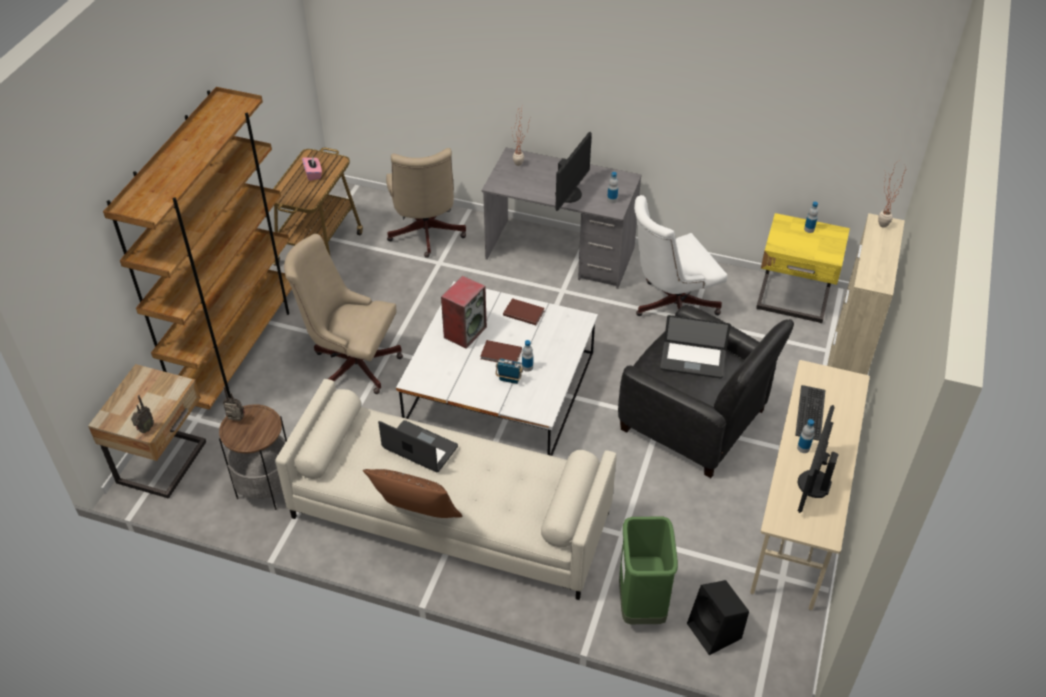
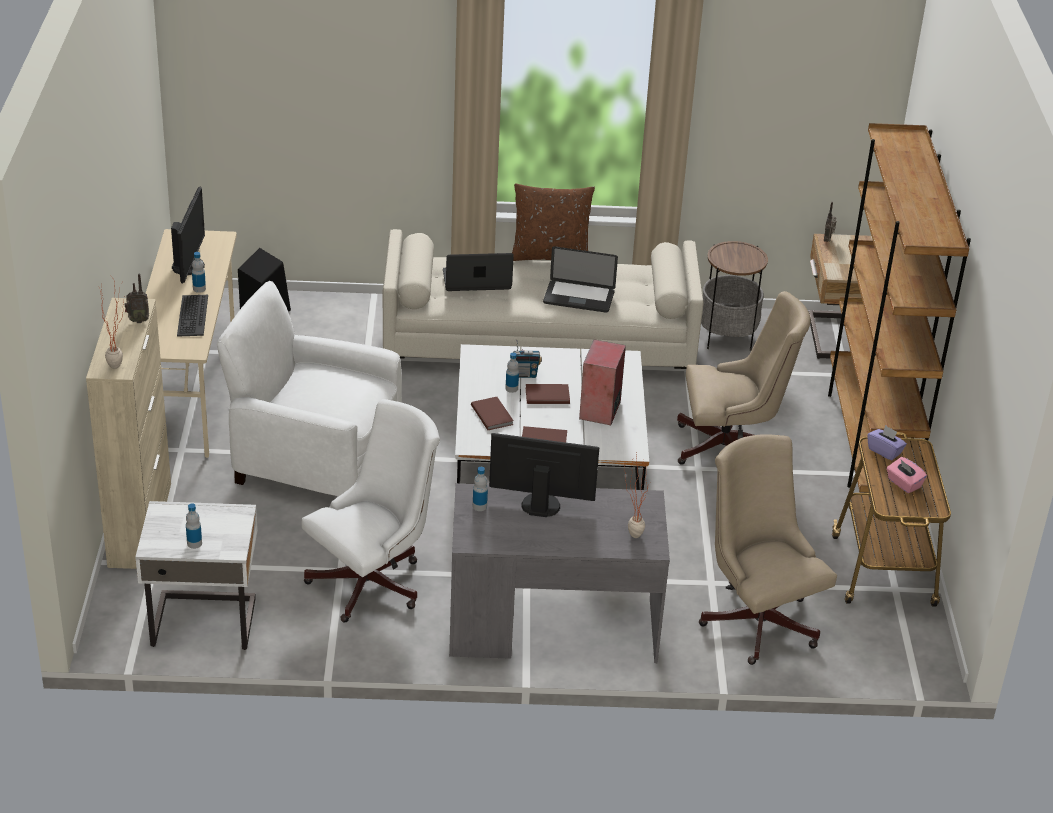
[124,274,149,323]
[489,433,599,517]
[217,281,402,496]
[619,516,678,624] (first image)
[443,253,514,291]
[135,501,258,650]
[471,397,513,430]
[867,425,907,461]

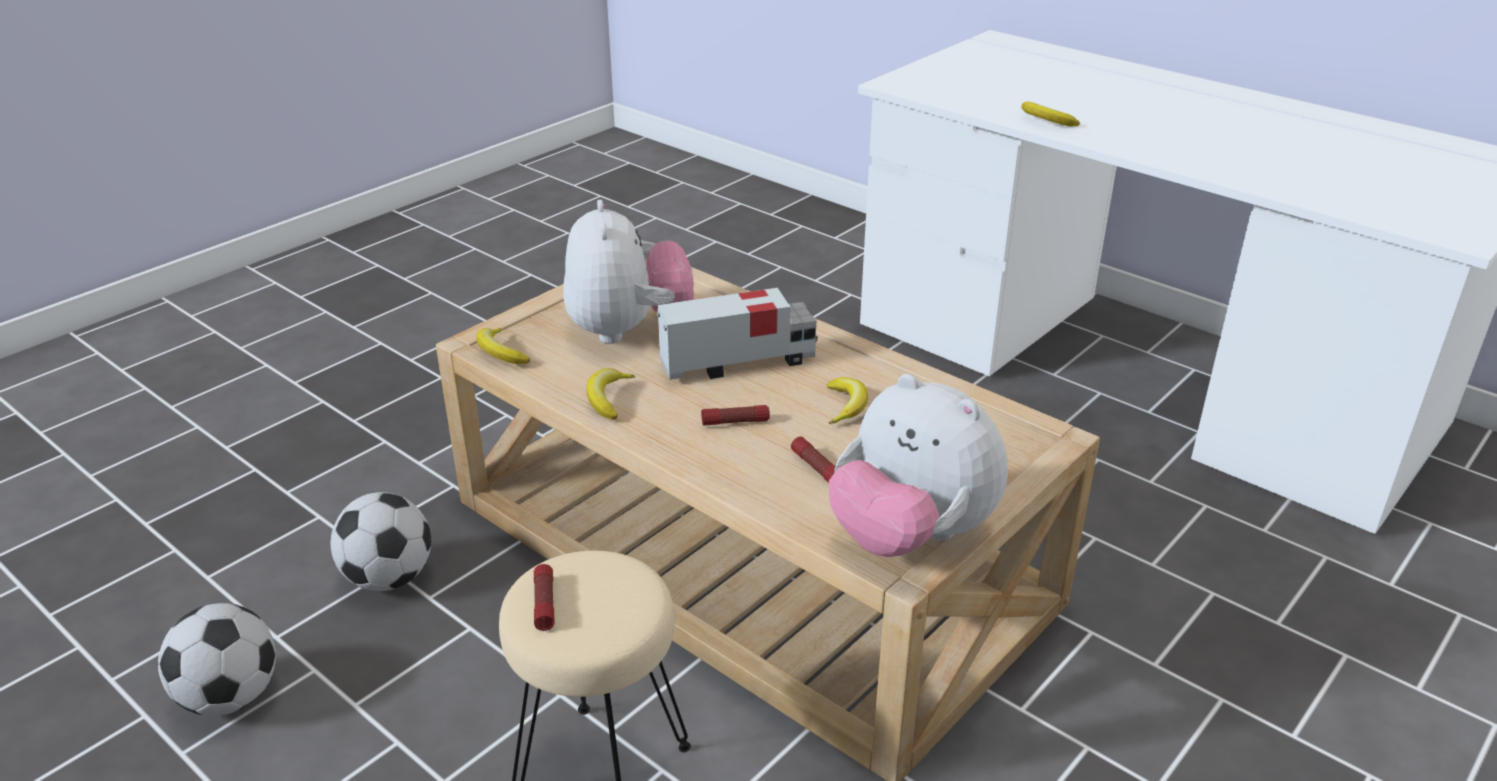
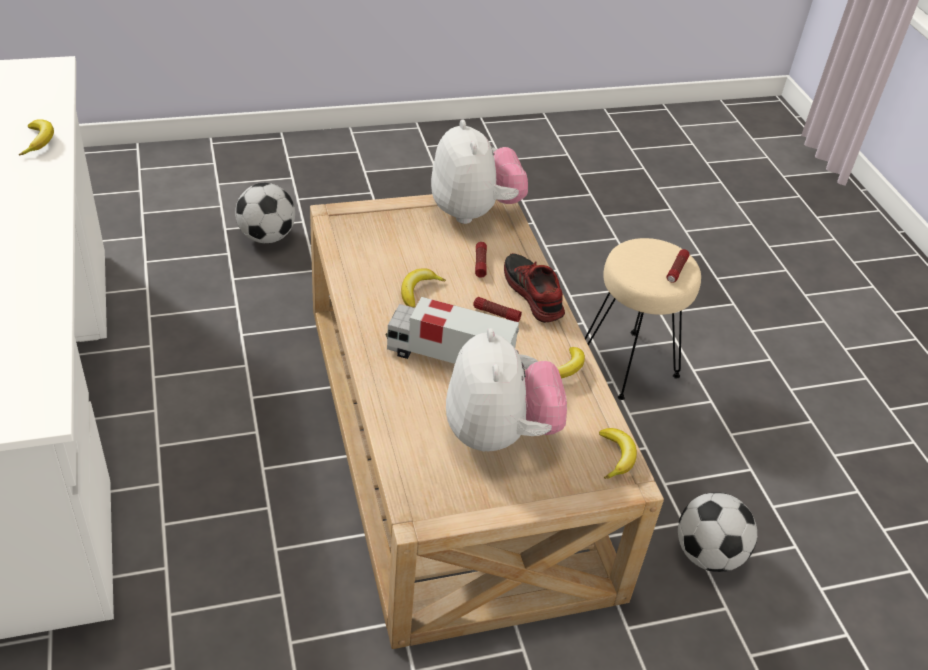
[235,183,295,244]
[446,328,567,451]
[19,119,54,155]
[504,253,565,323]

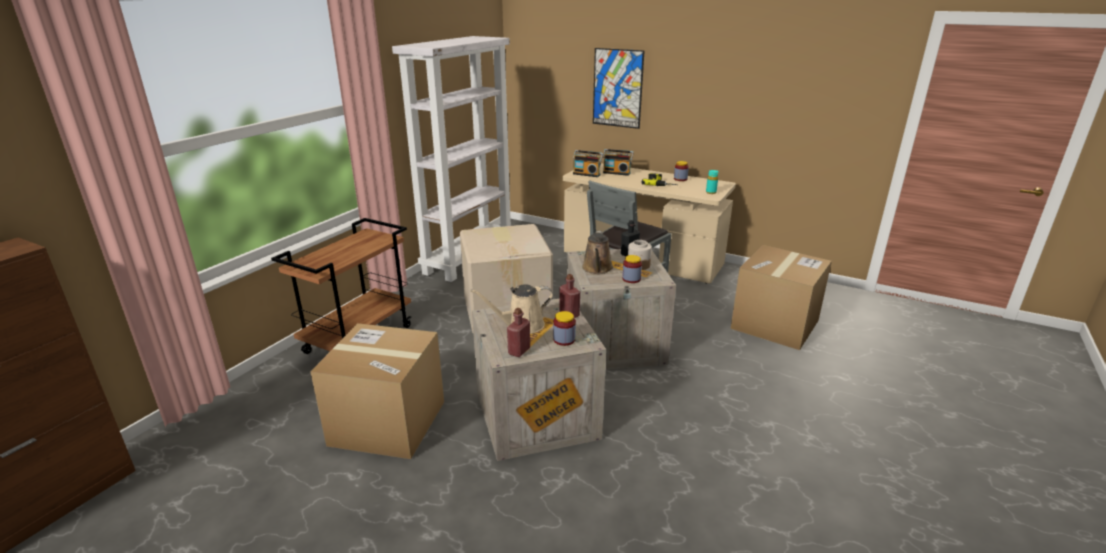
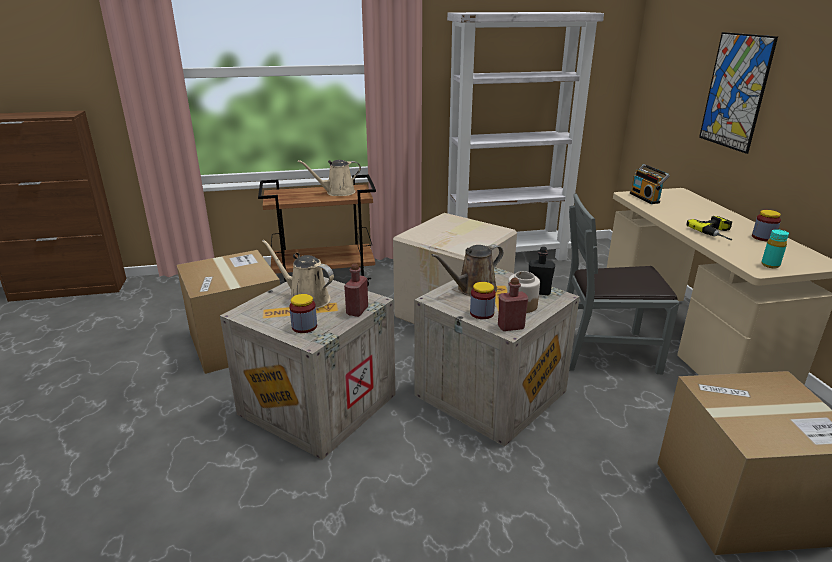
[498,278,528,331]
[603,149,633,176] (first image)
[298,160,361,196]

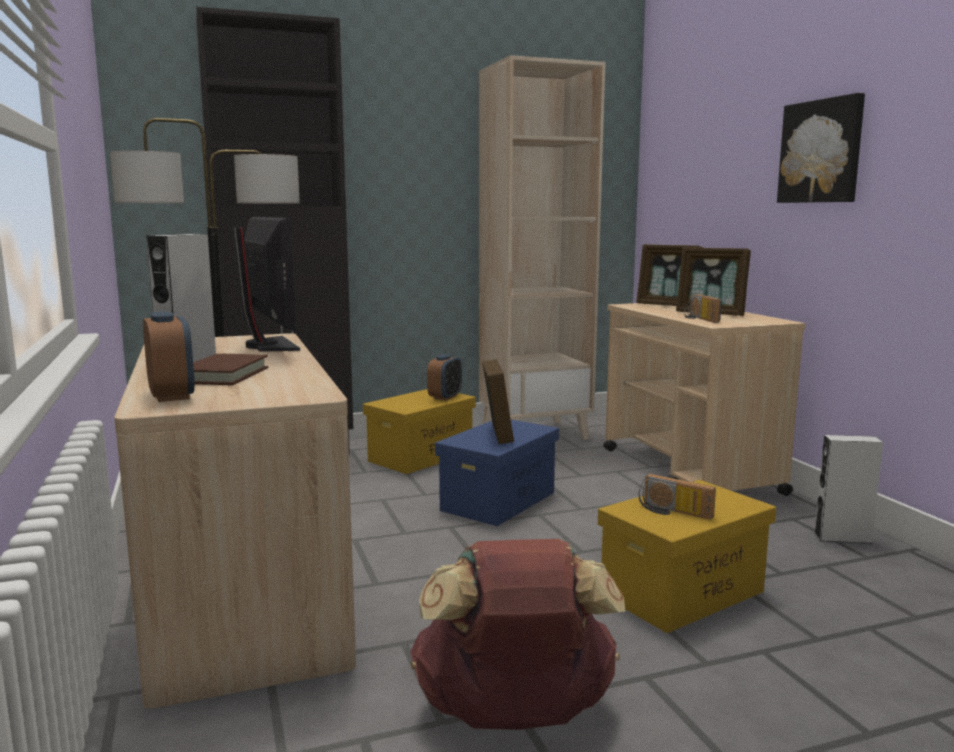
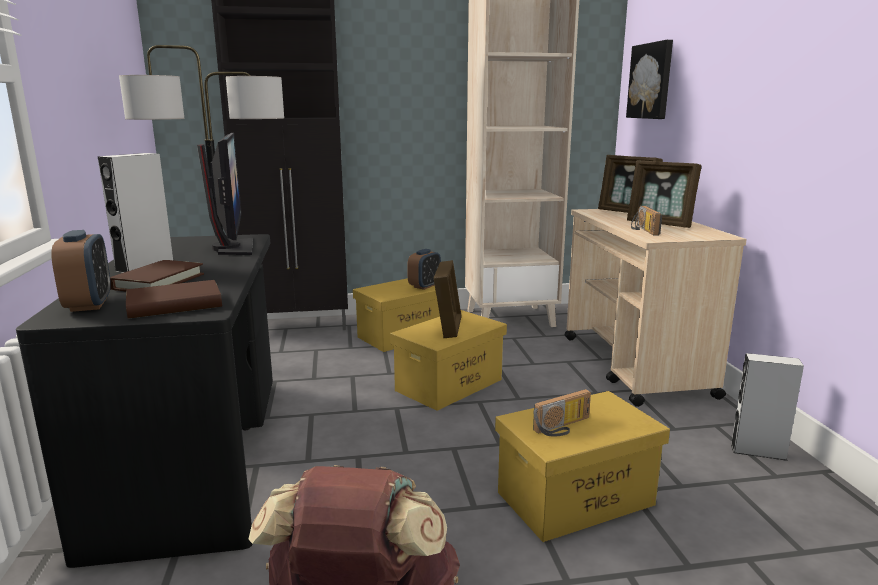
[16,234,273,568]
[390,310,507,411]
[533,389,591,437]
[626,40,673,119]
[126,280,222,318]

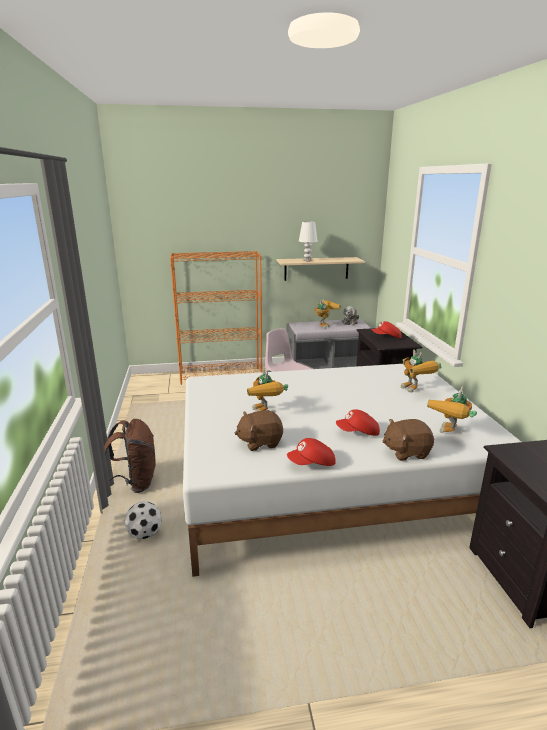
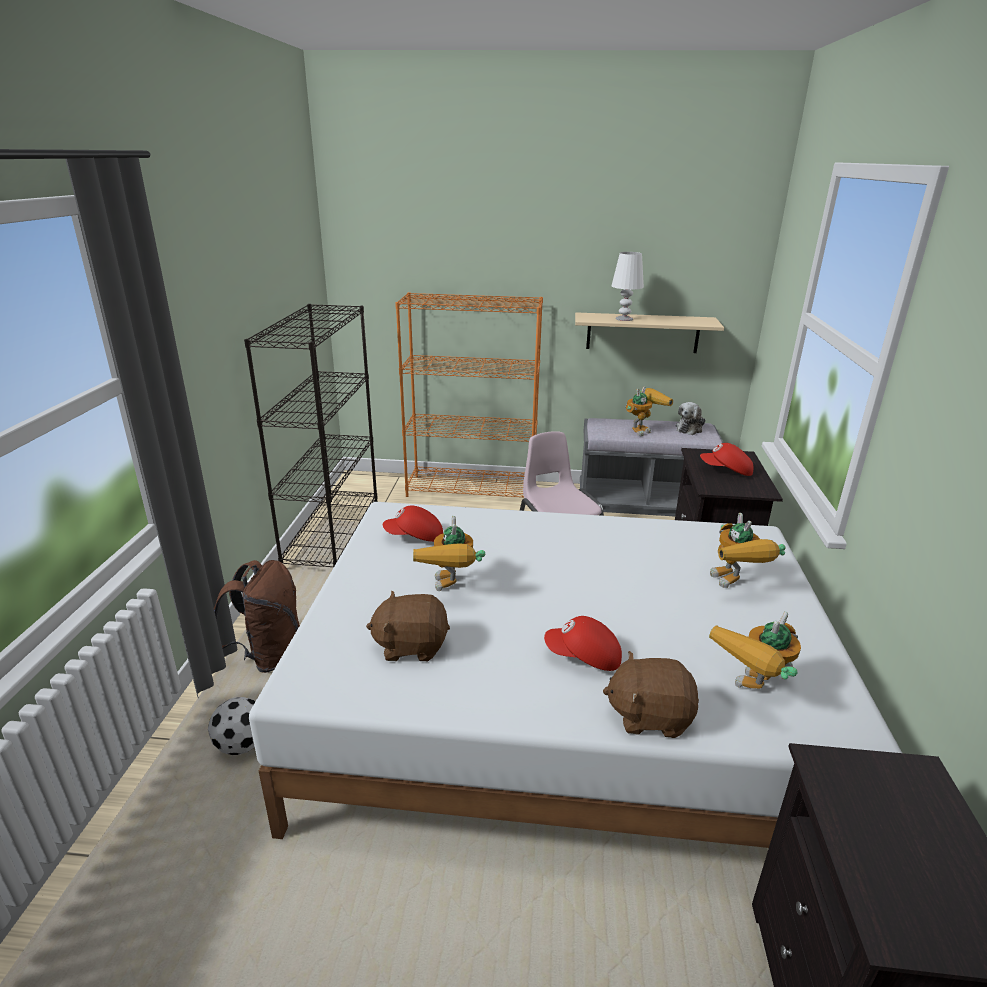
[383,505,443,542]
[244,304,377,568]

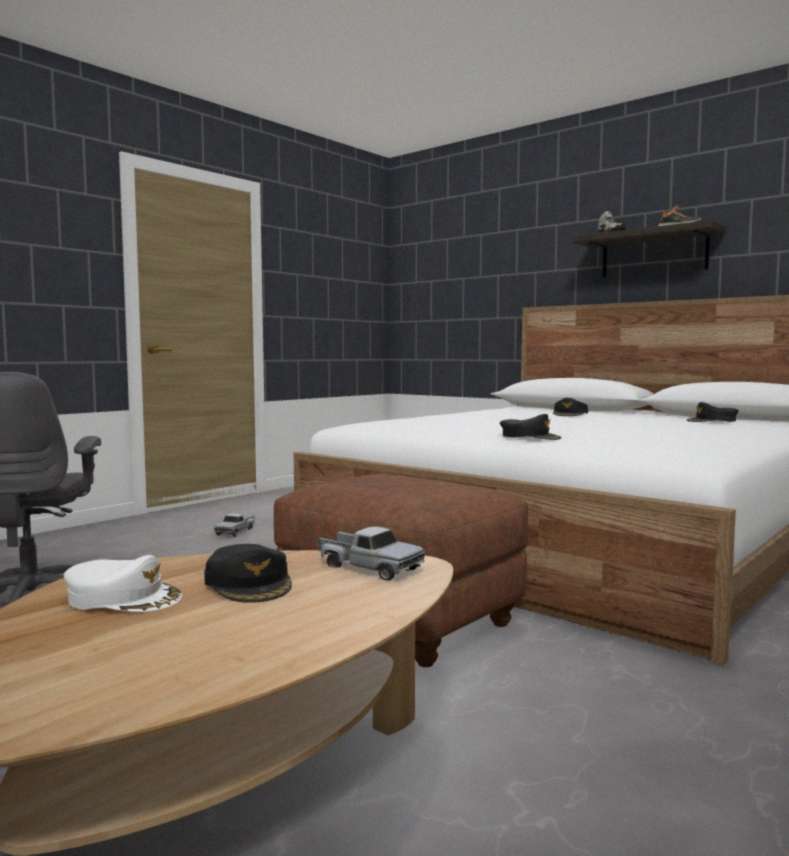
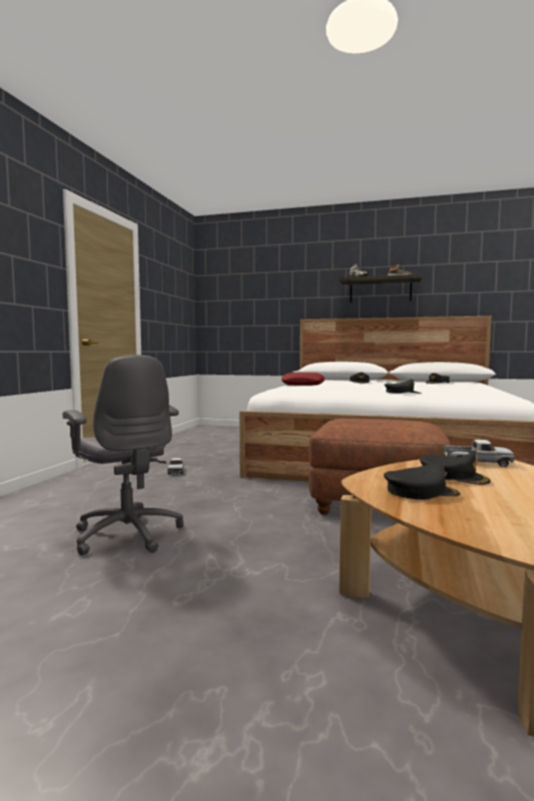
[384,463,460,500]
[282,372,324,386]

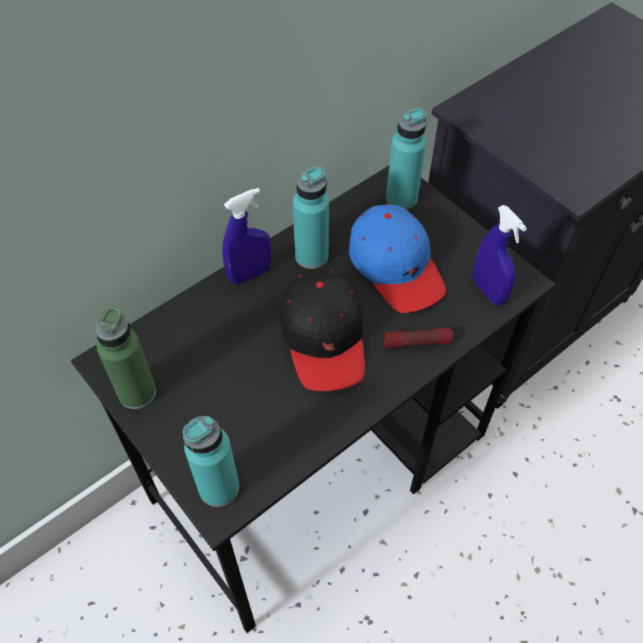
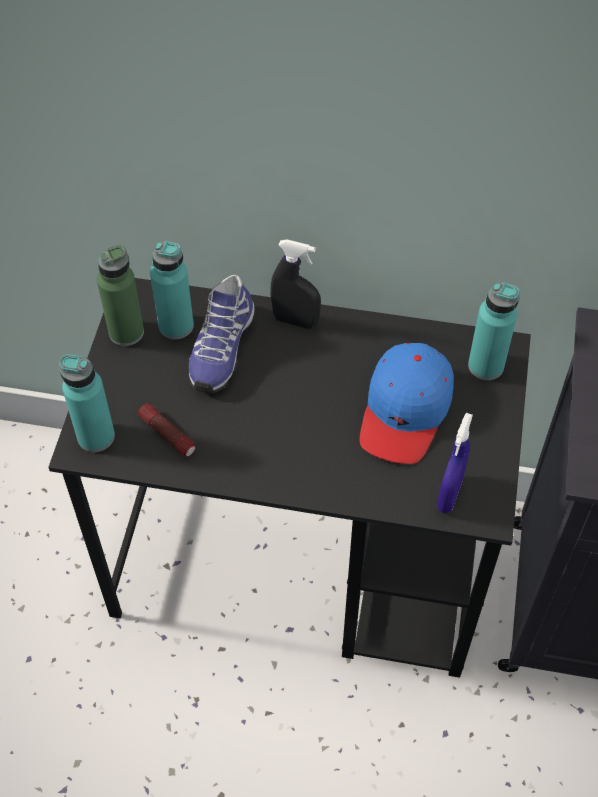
[270,240,321,329]
[280,270,365,391] (first image)
[150,241,194,339]
[138,403,196,457]
[188,274,255,393]

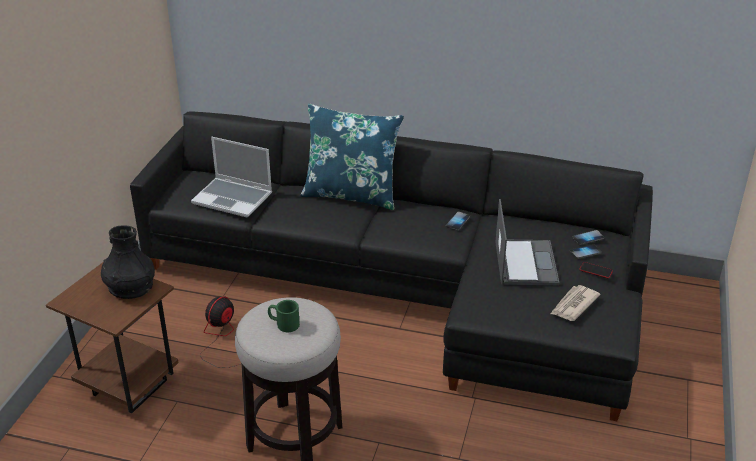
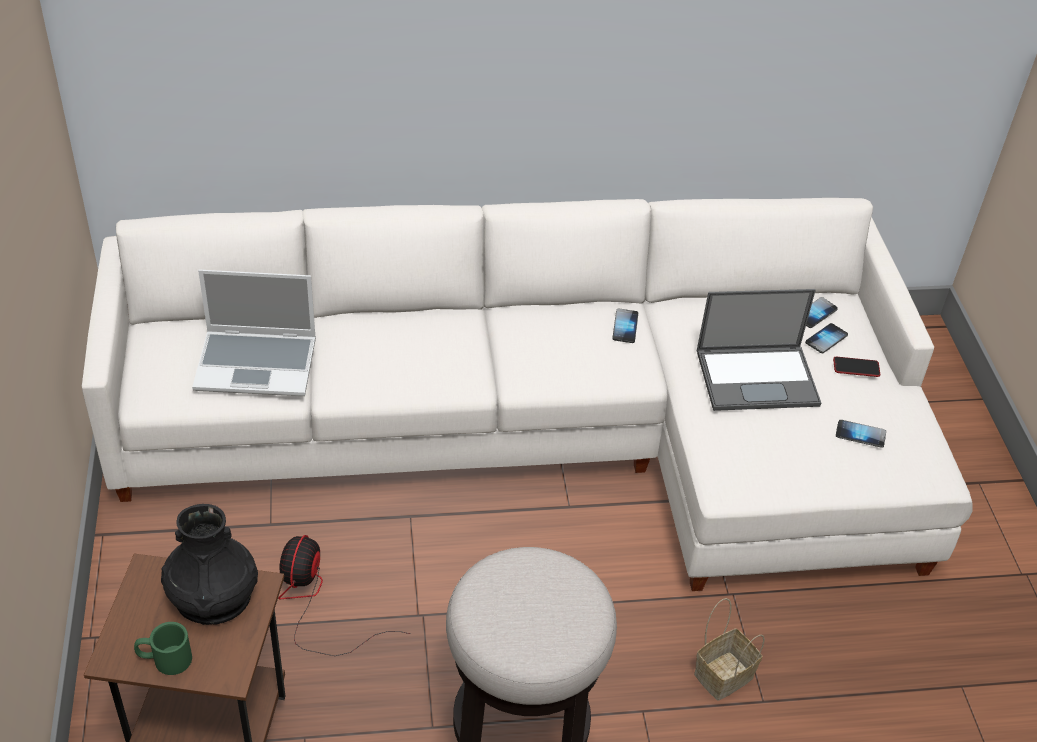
[82,198,973,591]
[134,622,192,675]
[301,104,404,210] (first image)
[697,289,821,411]
[836,420,886,448]
[694,598,765,700]

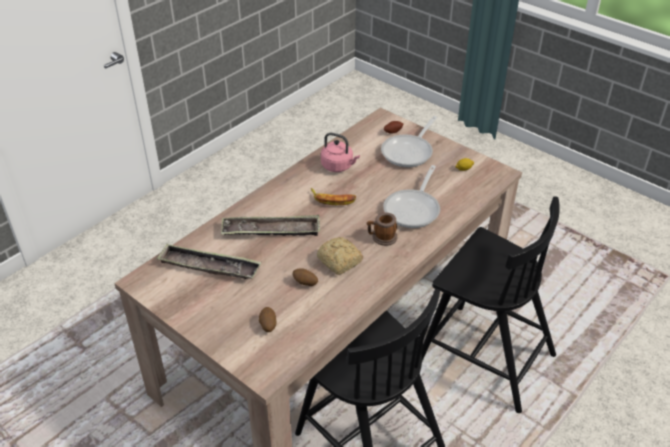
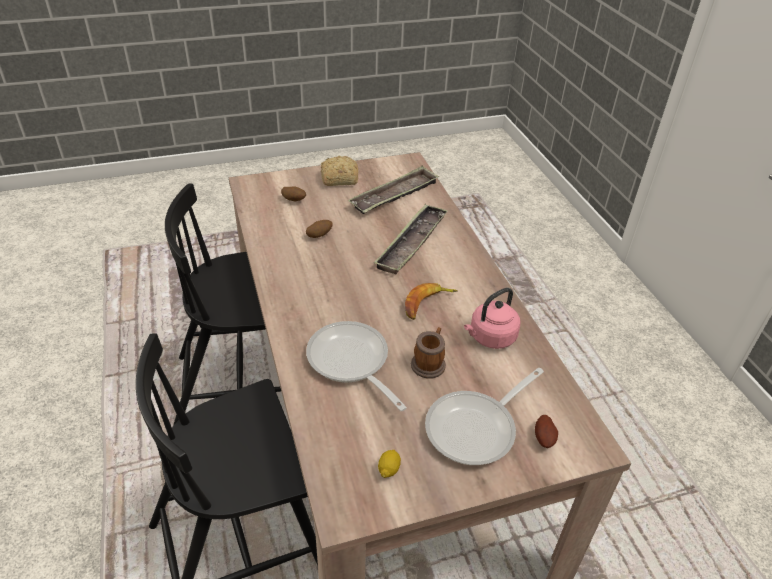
[321,156,358,186]
[411,327,446,379]
[425,368,544,465]

